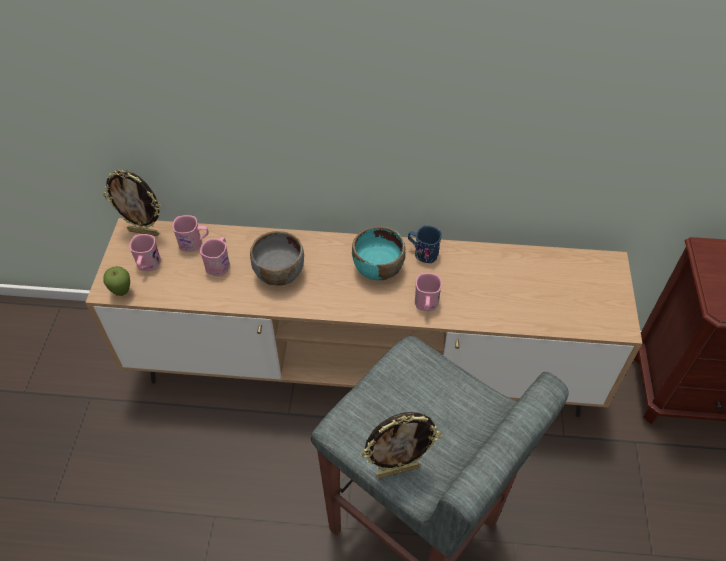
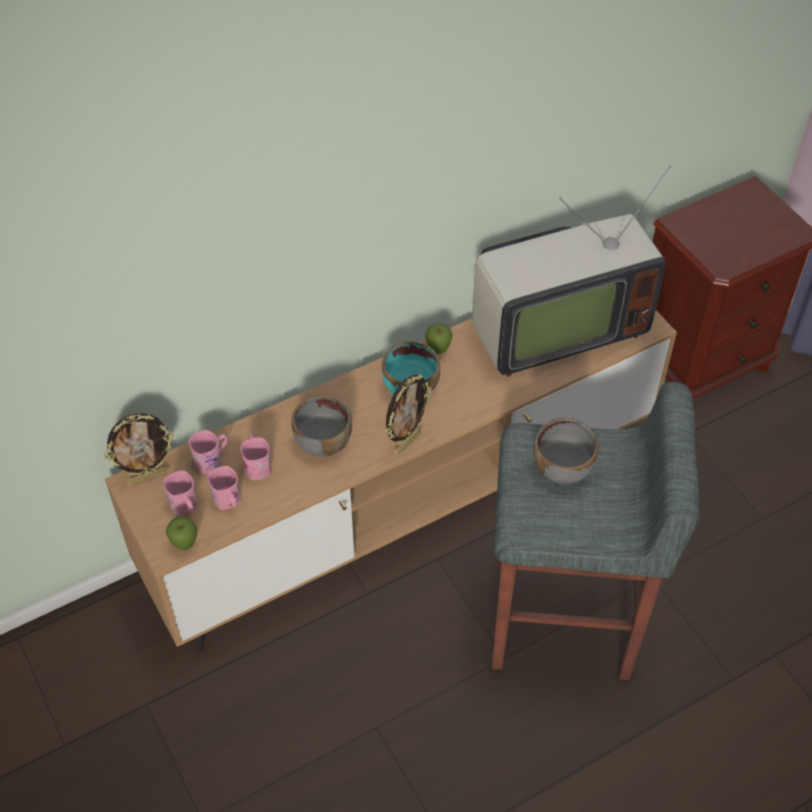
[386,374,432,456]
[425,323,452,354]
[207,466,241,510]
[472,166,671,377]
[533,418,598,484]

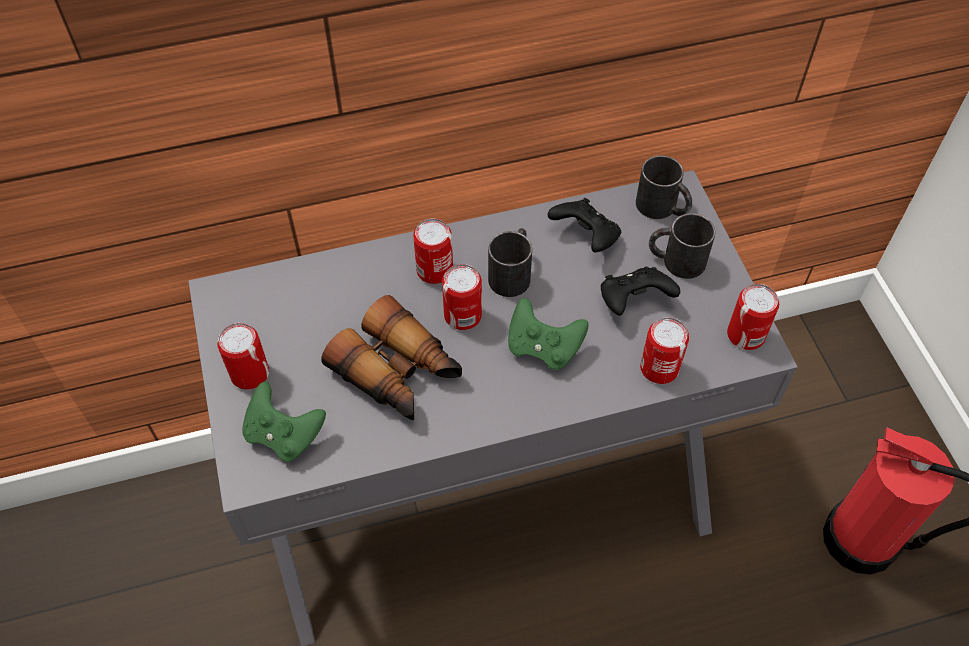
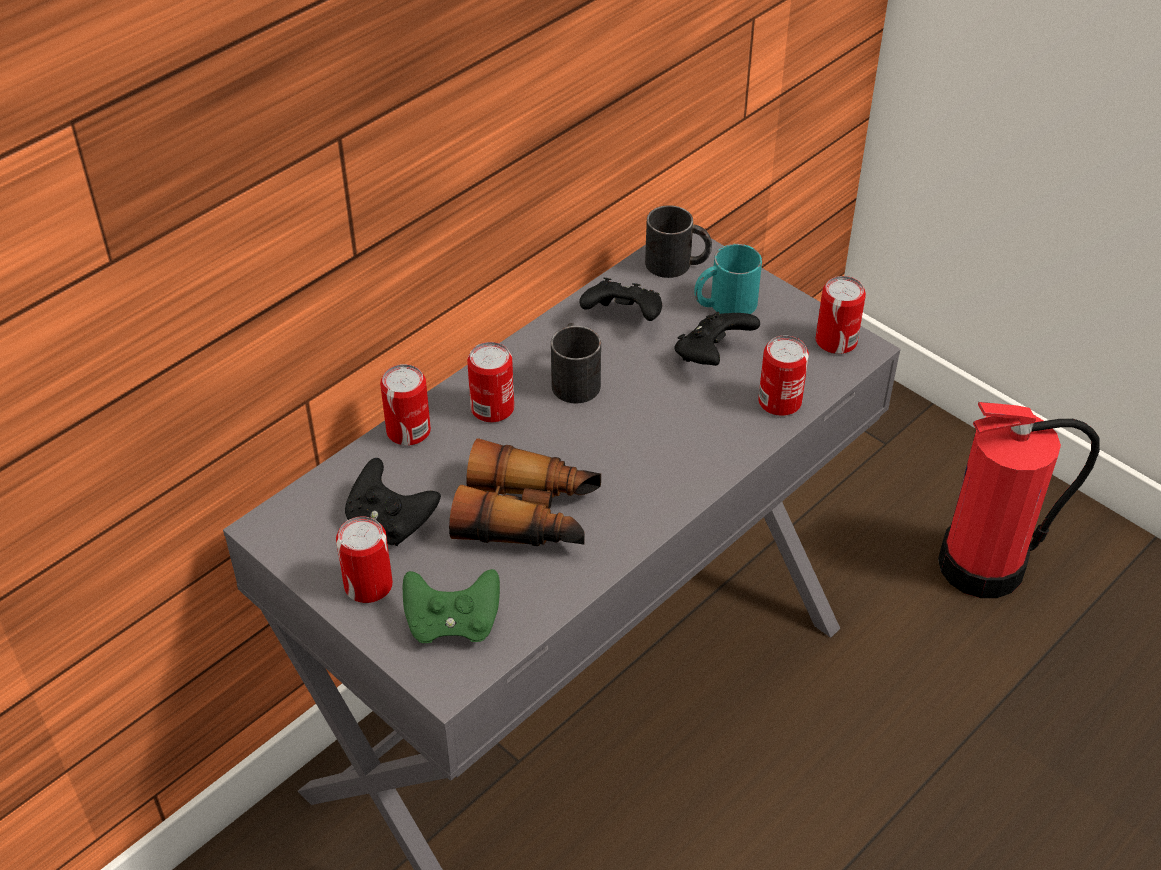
[380,364,431,446]
[508,298,589,370] (first image)
[694,244,762,314]
[345,458,441,546]

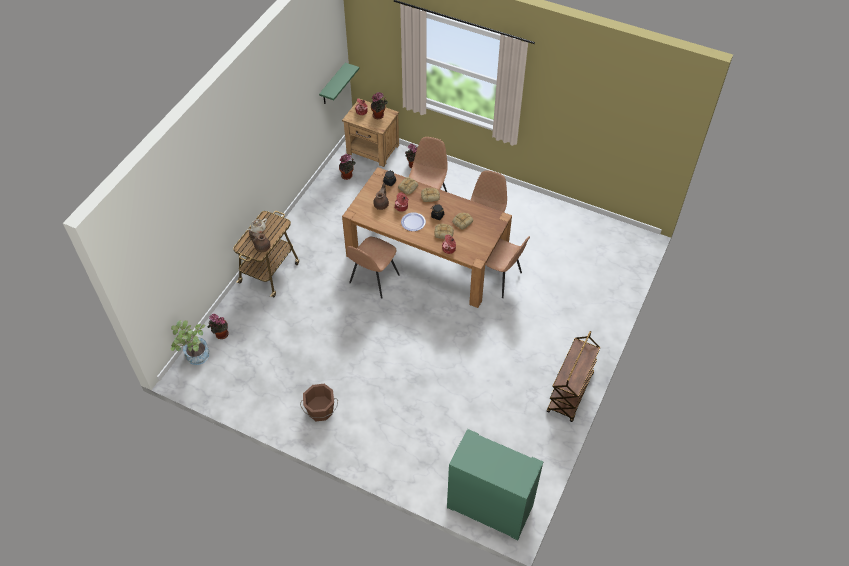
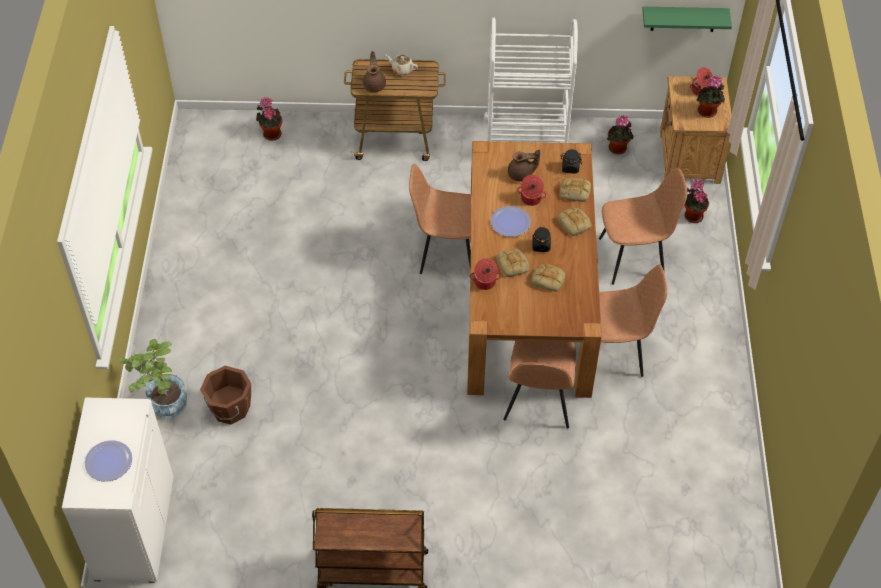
[119,339,187,418]
[200,366,251,425]
[62,398,173,583]
[85,440,132,482]
[484,17,578,143]

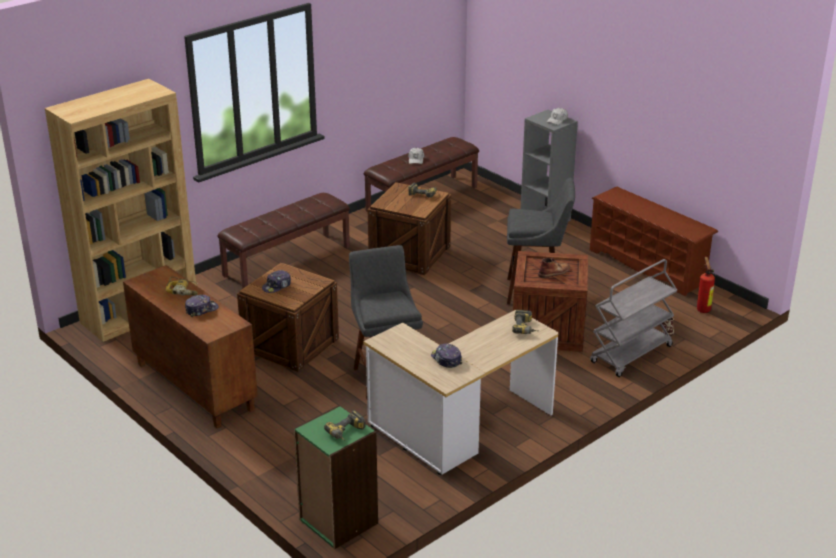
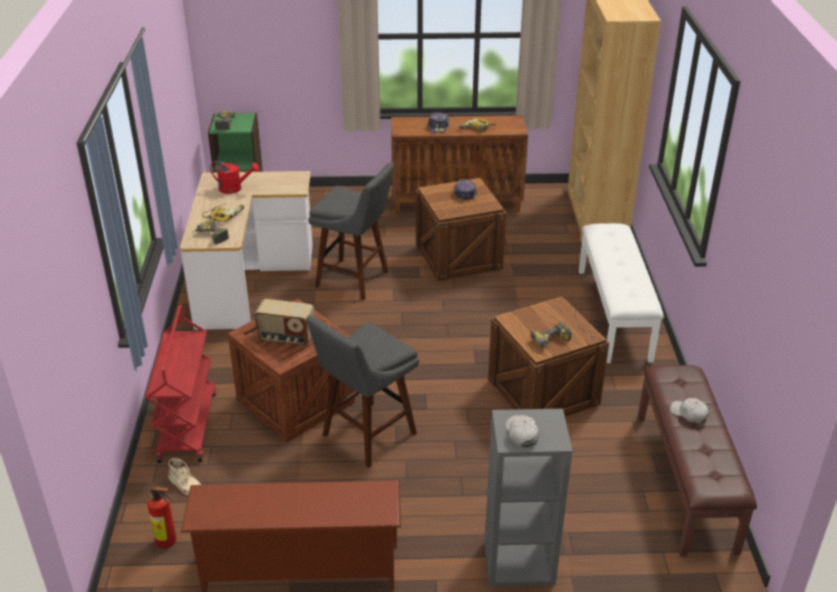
[579,223,664,363]
[210,161,259,194]
[254,299,314,346]
[145,305,216,463]
[202,204,244,222]

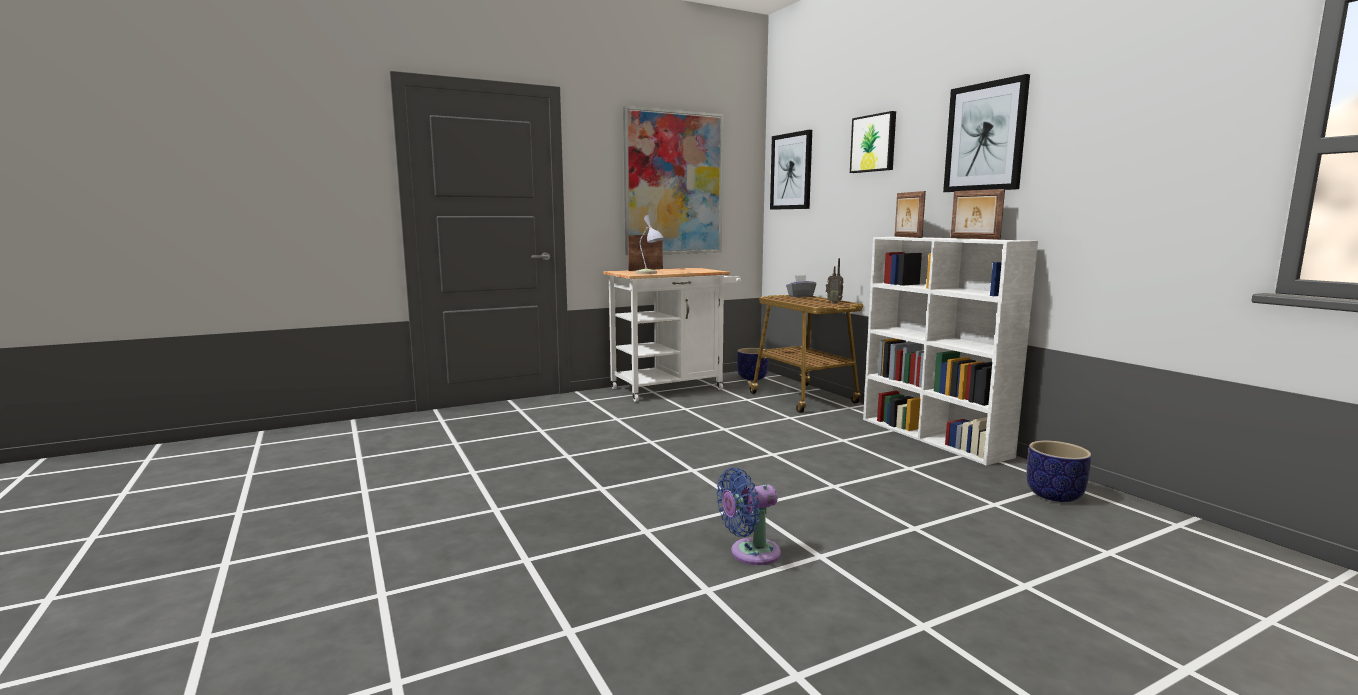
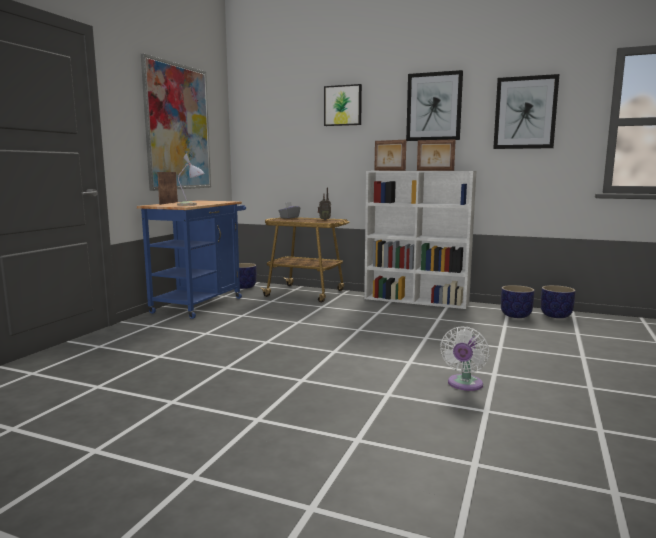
[137,200,246,319]
[440,327,489,391]
[493,74,559,149]
[541,285,576,318]

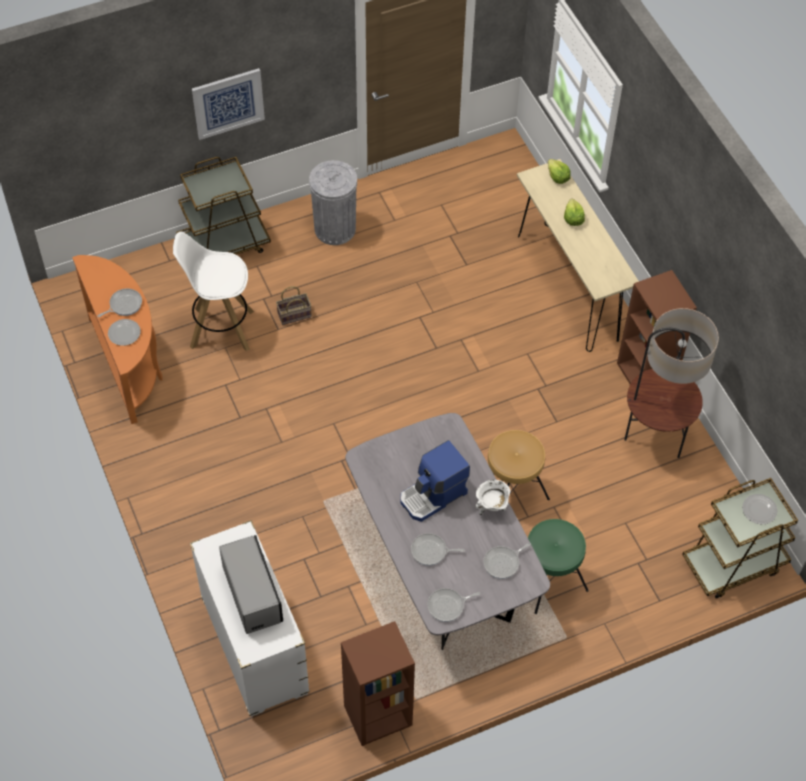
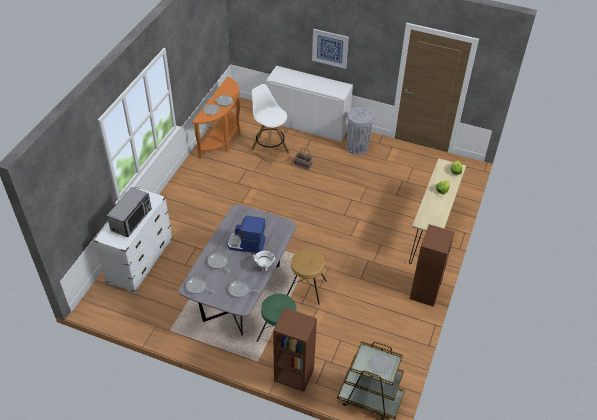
[266,66,353,142]
[273,308,317,392]
[624,308,719,458] (first image)

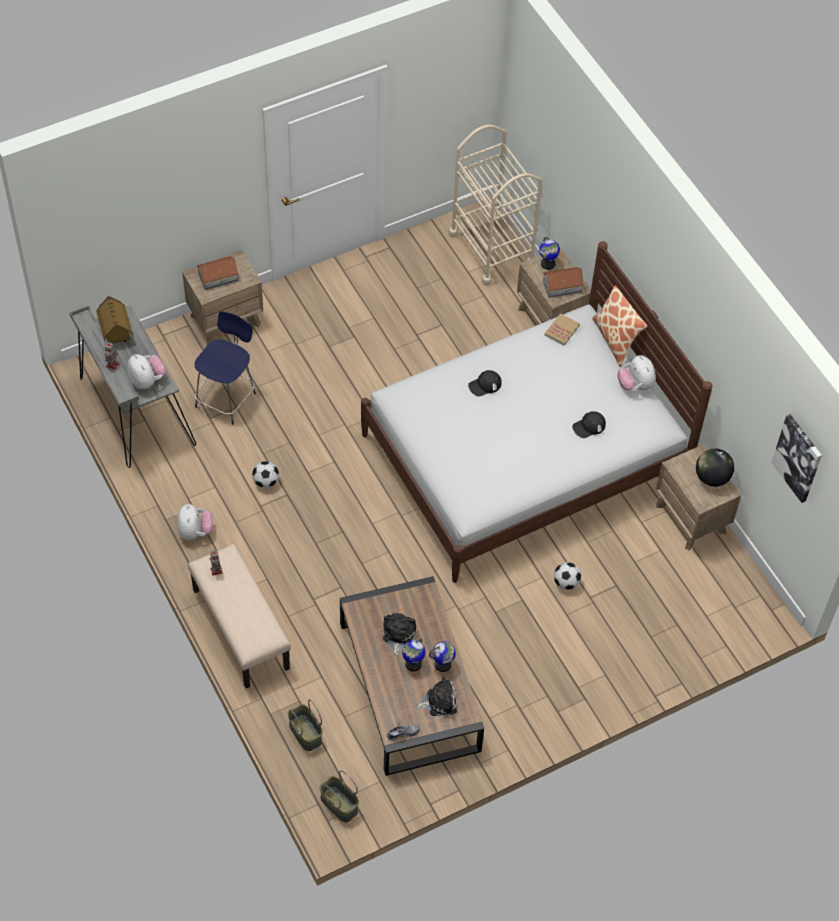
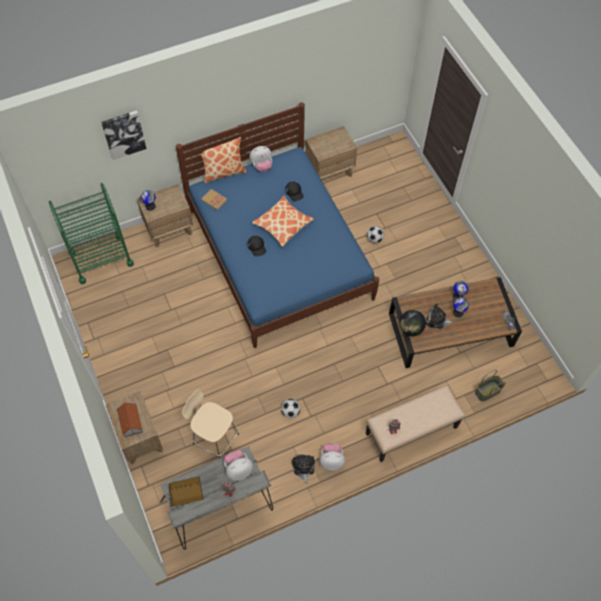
[182,389,239,459]
[319,770,359,822] (first image)
[176,102,379,348]
[292,454,315,484]
[49,183,134,284]
[543,267,584,298] (first image)
[399,310,426,336]
[101,110,146,160]
[252,196,314,247]

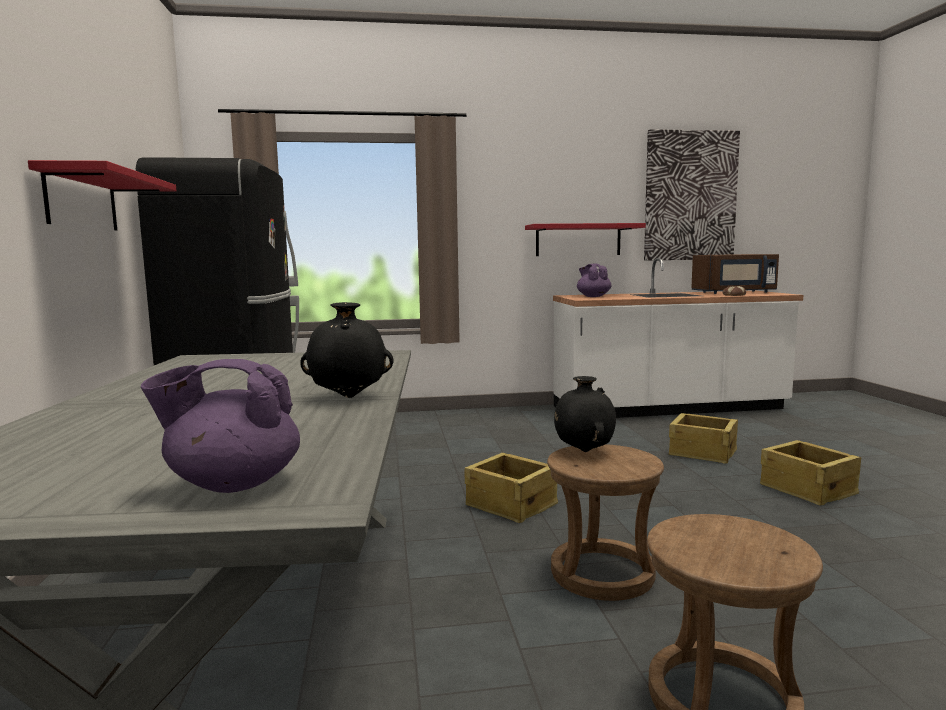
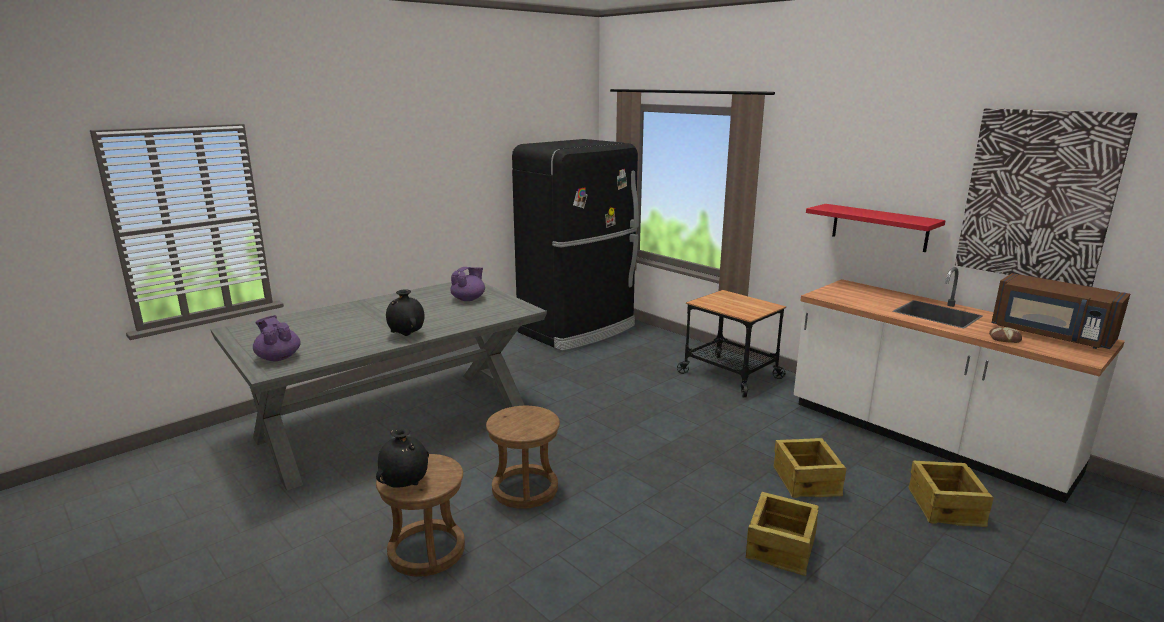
[28,160,176,230] (first image)
[909,461,994,527]
[376,428,429,488]
[450,267,485,301]
[677,290,786,398]

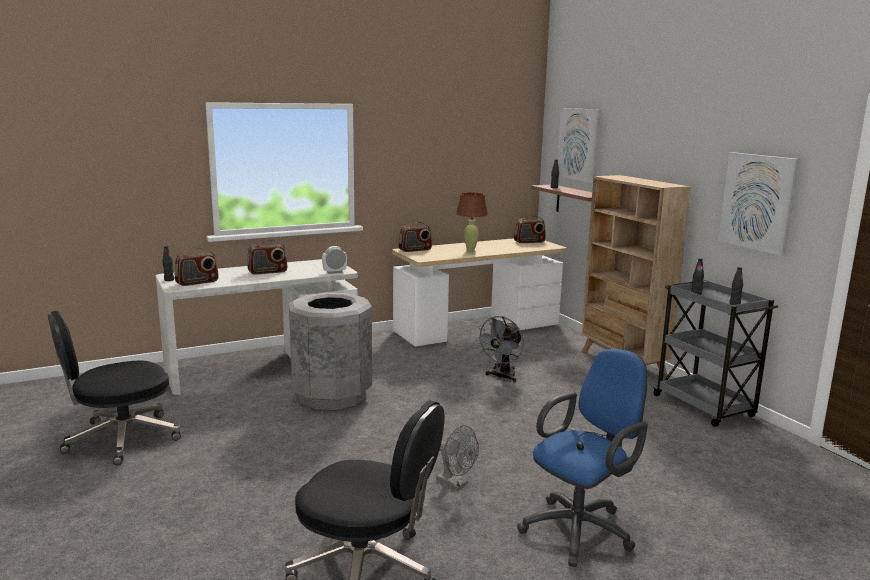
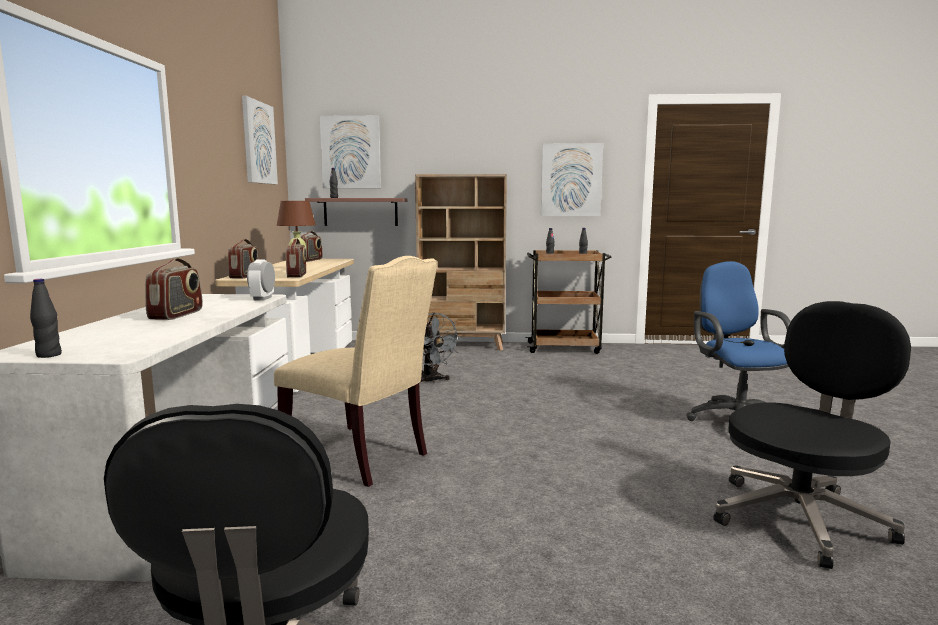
[286,238,306,277]
[274,256,437,487]
[436,425,479,489] (first image)
[525,250,612,354]
[242,96,278,184]

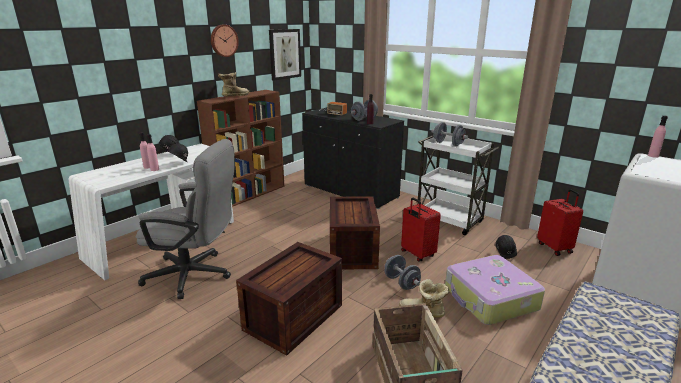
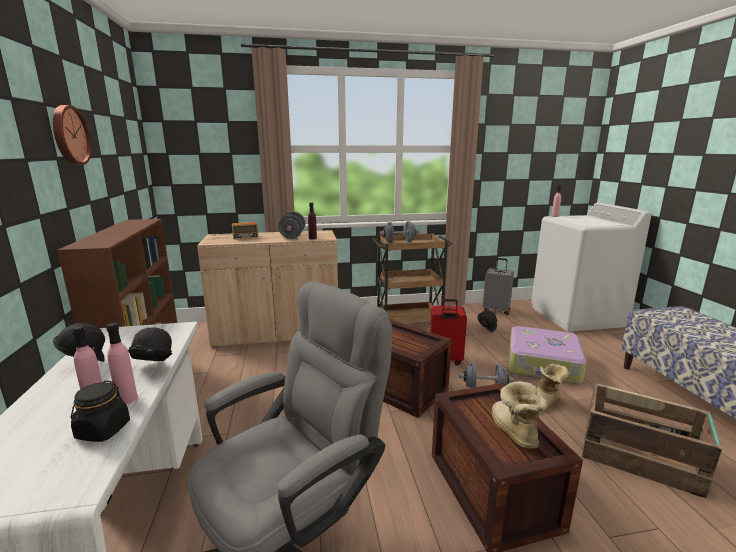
[492,381,547,449]
[269,29,301,81] (first image)
[197,230,338,348]
[373,233,452,324]
[483,258,514,315]
[71,381,130,442]

